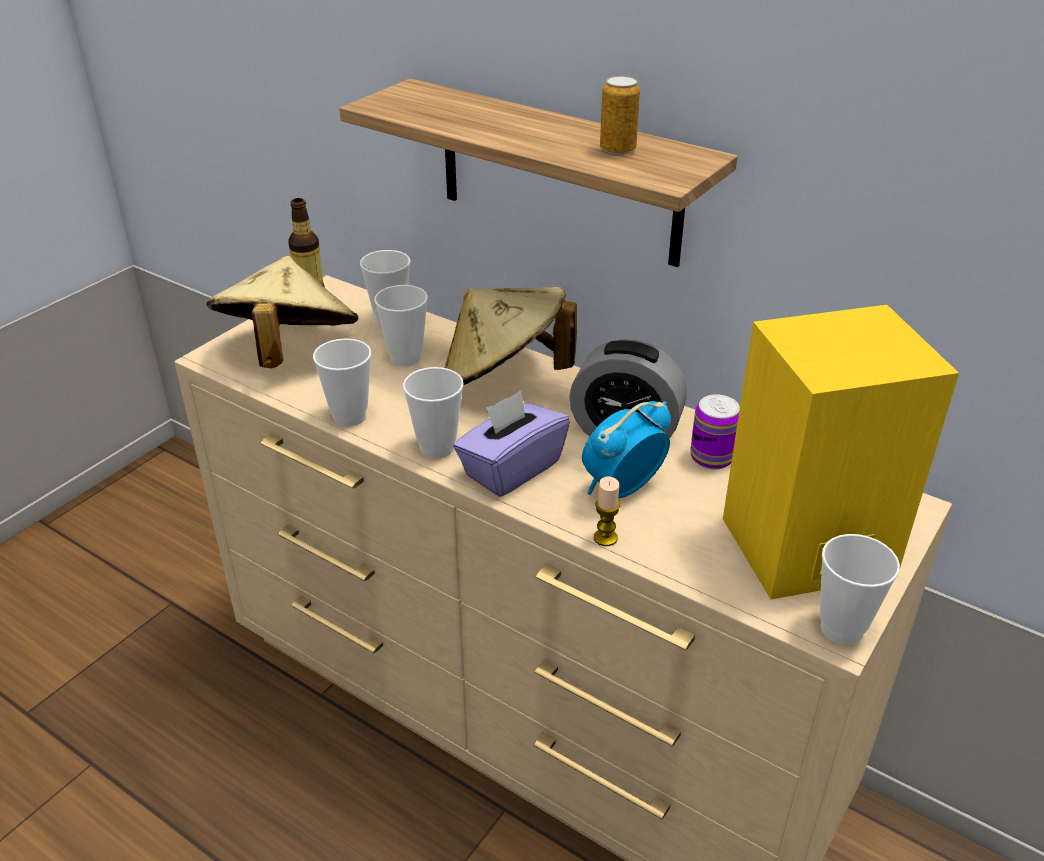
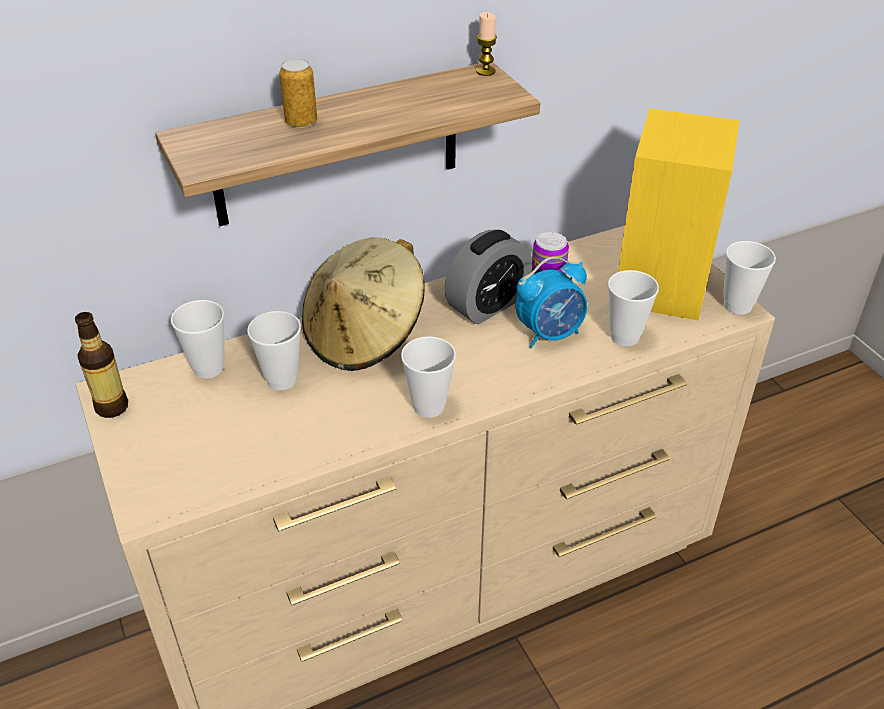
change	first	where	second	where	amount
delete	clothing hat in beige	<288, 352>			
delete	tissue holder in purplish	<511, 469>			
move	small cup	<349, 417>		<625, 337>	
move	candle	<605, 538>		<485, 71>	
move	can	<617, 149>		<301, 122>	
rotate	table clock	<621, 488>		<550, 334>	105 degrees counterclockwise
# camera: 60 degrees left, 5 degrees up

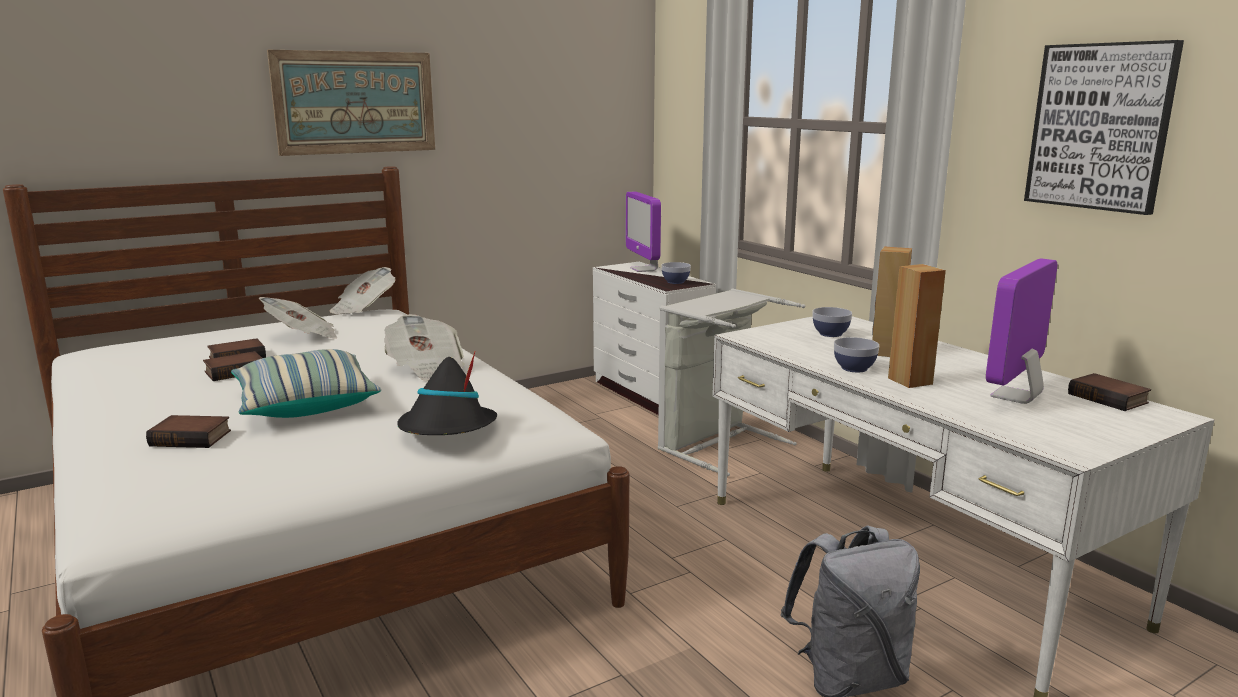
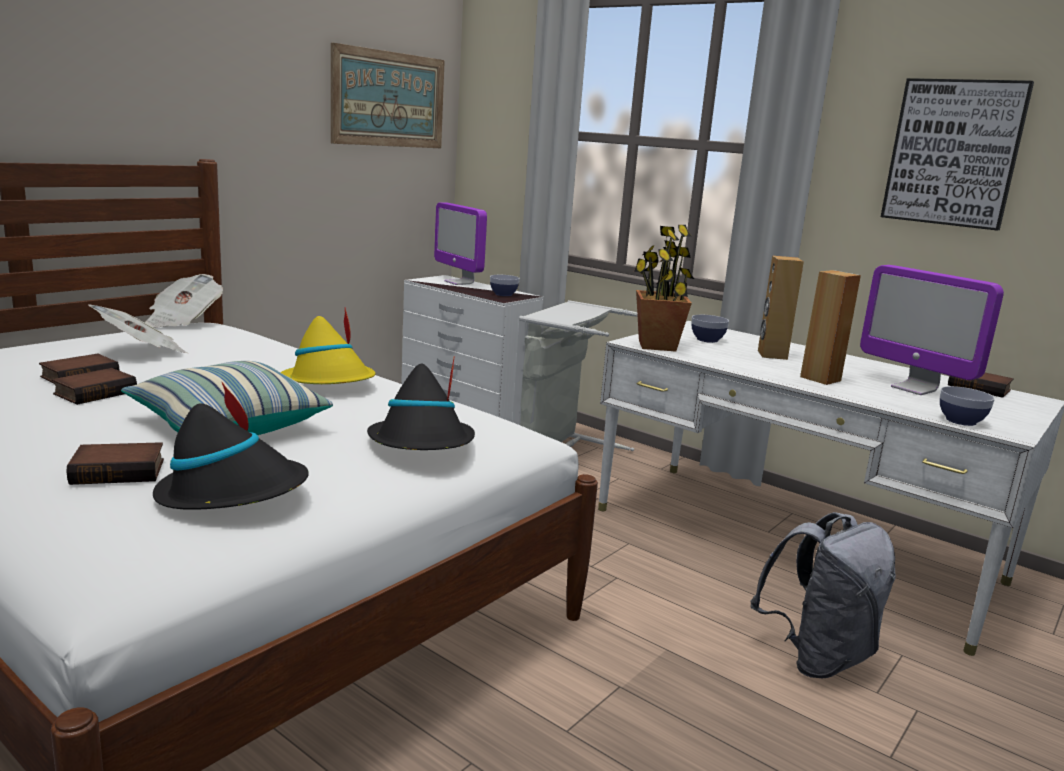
change	first	where	second	where	amount
insert			clothing hat in blackish	<232, 493>	
insert			houseplant	<657, 346>	
move	wall art	<355, 102>		<389, 99>	
move	serving bowl	<854, 368>		<961, 421>	
replace	daily paper	<425, 368>	clothing hat in yellowish	<329, 382>	
rotate	computer screen	<1016, 396>		<914, 389>	60 degrees counterclockwise
# camera: 20 degrees left, 0 degrees up

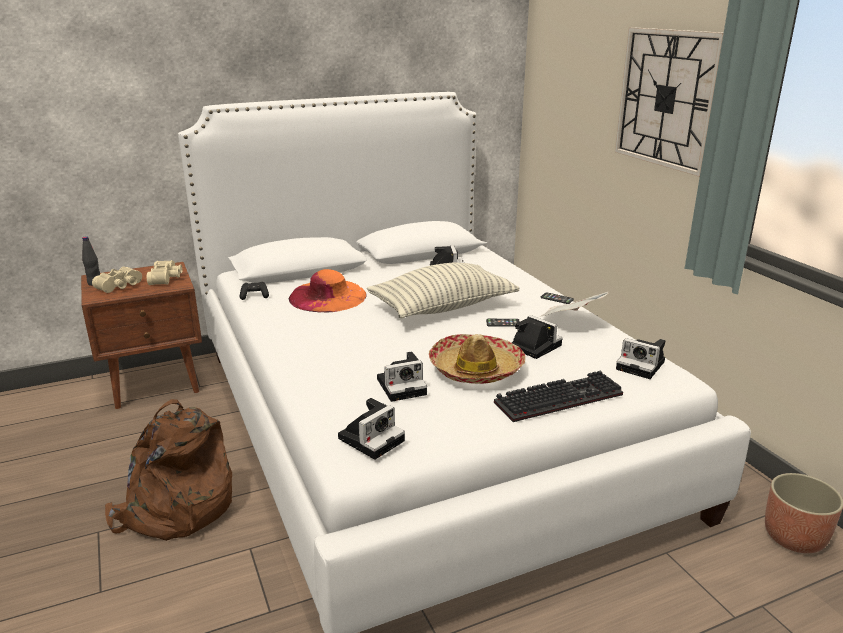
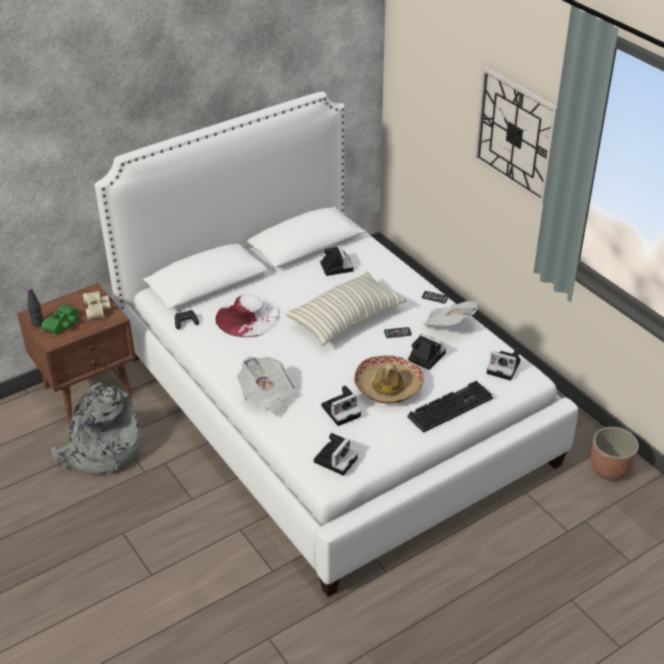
change	first	where	second	where	amount
delete	knapsack in brown	<176, 509>			
insert			knapsack in grey	<101, 452>	
insert			daily paper	<268, 397>	
recolor	field glasses in beige	<121, 286>	field glasses in green	<64, 324>	
recolor	clothing hat in orange	<328, 296>	clothing hat in white-coloured	<248, 316>	
# camera: 10 degrees left, 15 degrees up

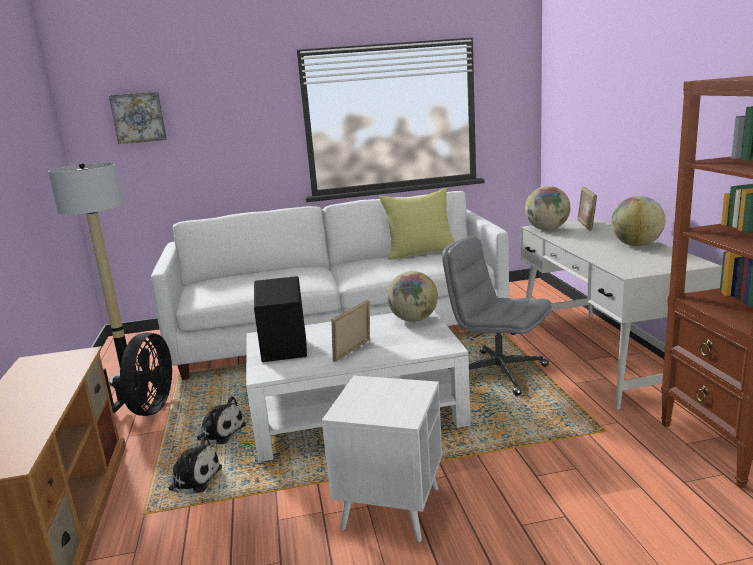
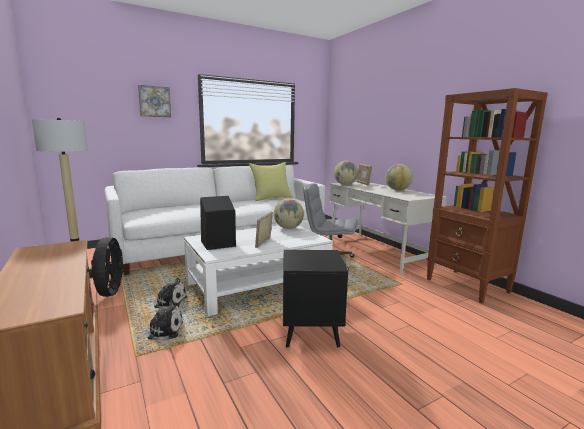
change	first	where	second	where	amount
move	wall art	<138, 117>		<154, 101>	
recolor	end table in white-coloured	<391, 508>	end table in blackish	<310, 332>	
# camera: 20 degrees left, 5 degrees down

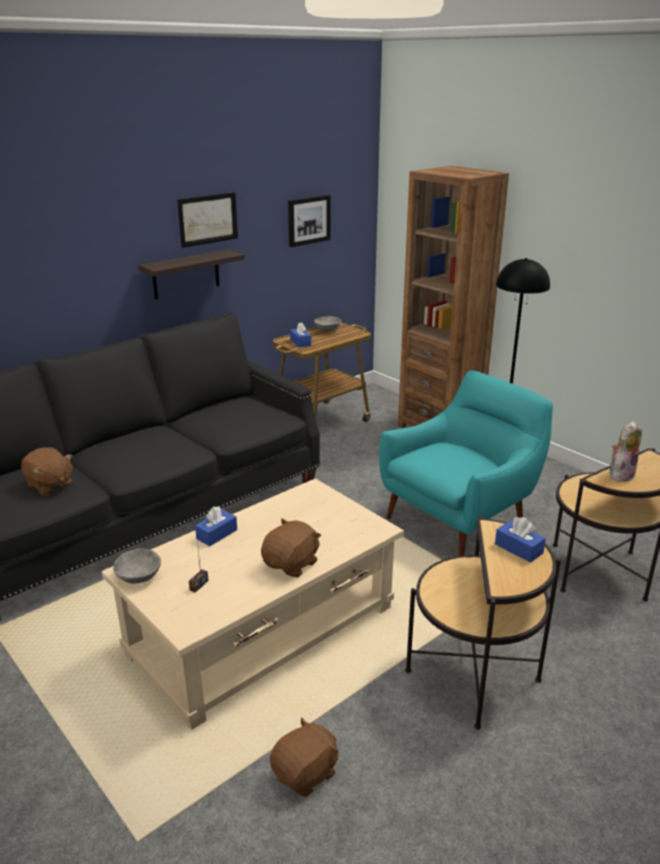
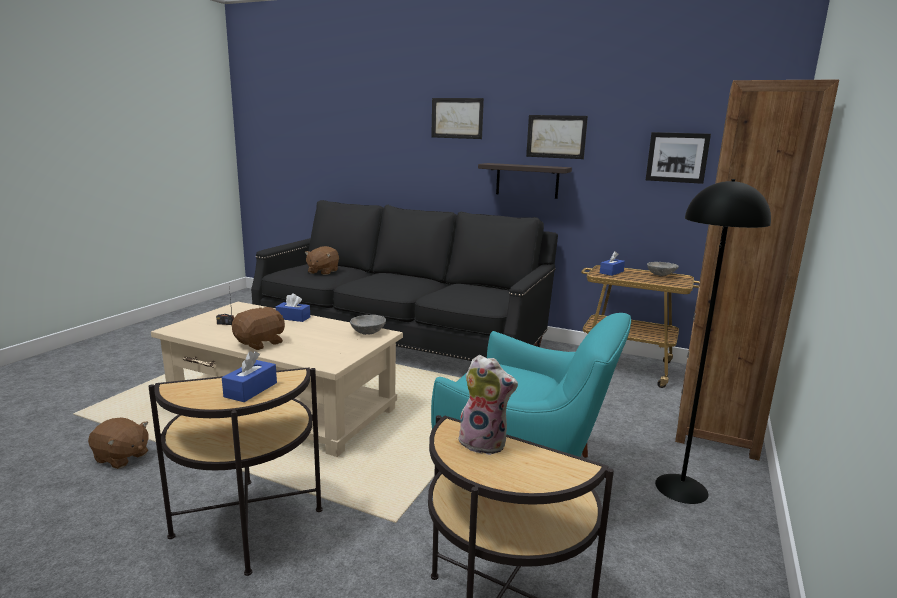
change	first	where	second	where	amount
insert			wall art	<457, 118>	
move	serving bowl in grey	<139, 576>		<368, 332>	
rotate	cuddly toy in brown	<292, 564>		<260, 343>	60 degrees counterclockwise
# camera: 65 degrees right, 10 degrees down

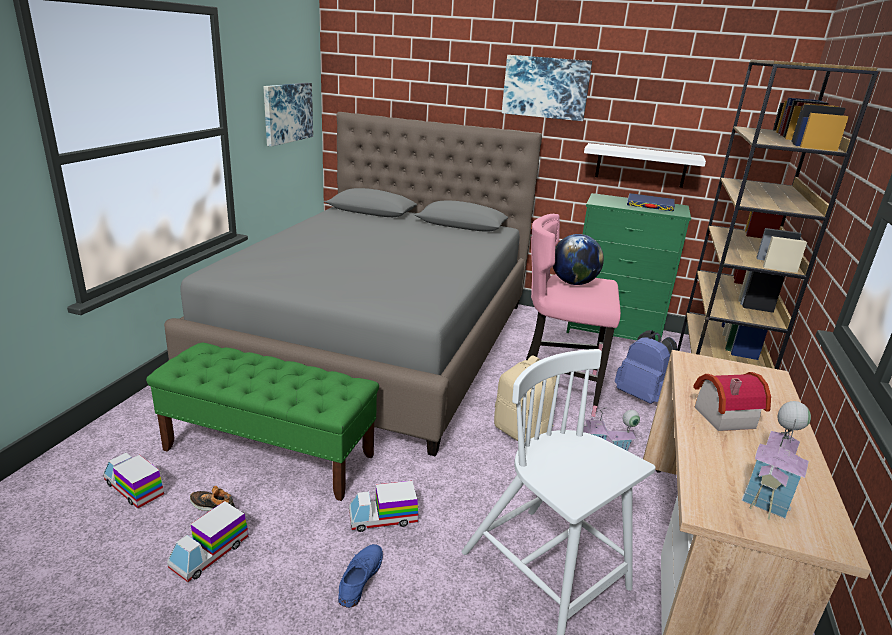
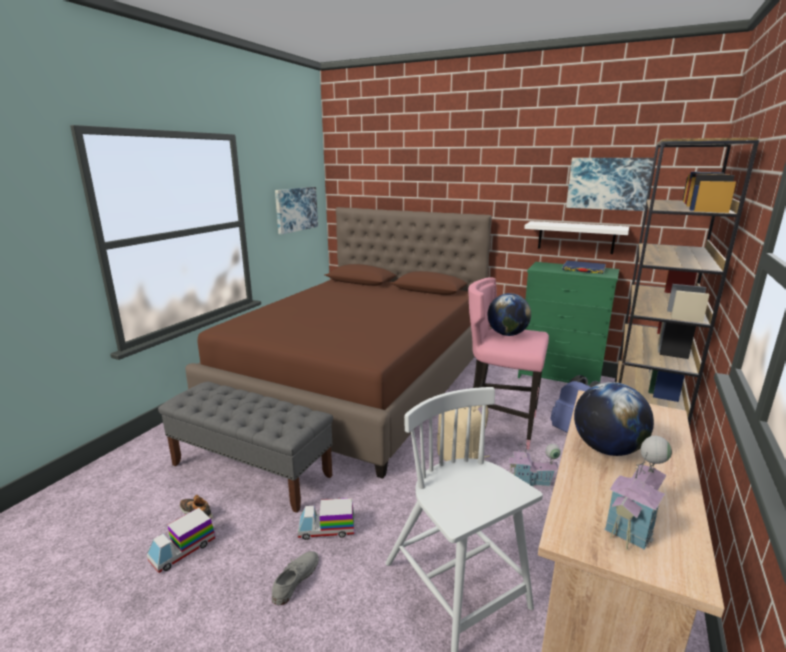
change	first	where	second	where	amount
delete	toy truck	<134, 489>			
move	wall art	<546, 87>		<608, 183>	
replace	model house	<720, 415>	world globe	<607, 449>	
recolor	bench in green	<270, 453>	bench in grey	<251, 470>	
recolor	sleeping bed in grey	<377, 341>	sleeping bed in brown	<358, 383>	
recolor	item of footwear in blue-coloured	<360, 576>	item of footwear in grey	<295, 578>	
# camera: 10 degrees right, 5 degrees down

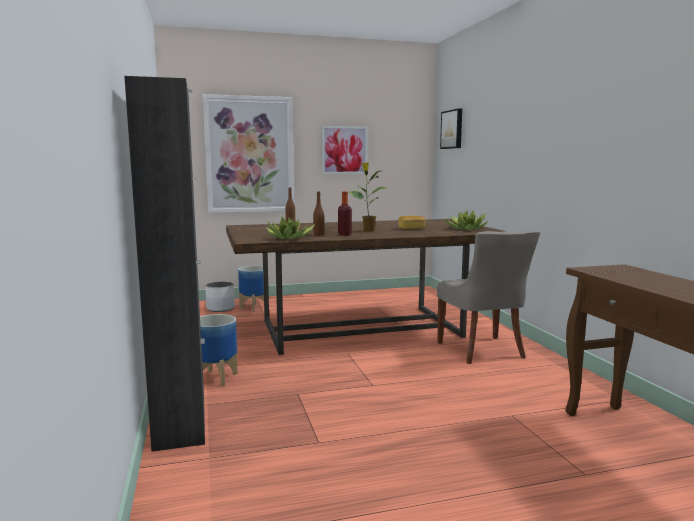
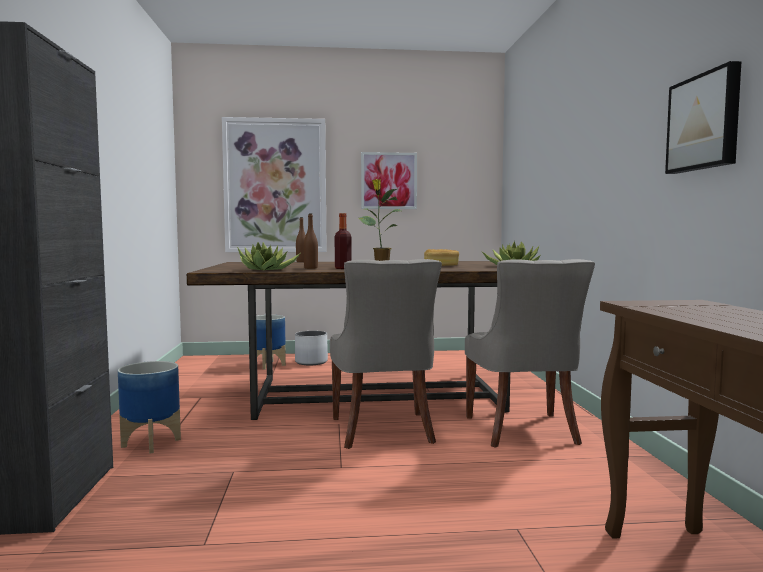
change	first	where	second	where	amount
insert			upright chair in grey	<383, 431>	
move	flower pot in white-coloured	<220, 308>		<311, 362>	
move	wall art	<452, 129>		<705, 122>	
# camera: 10 degrees right, 5 degrees down

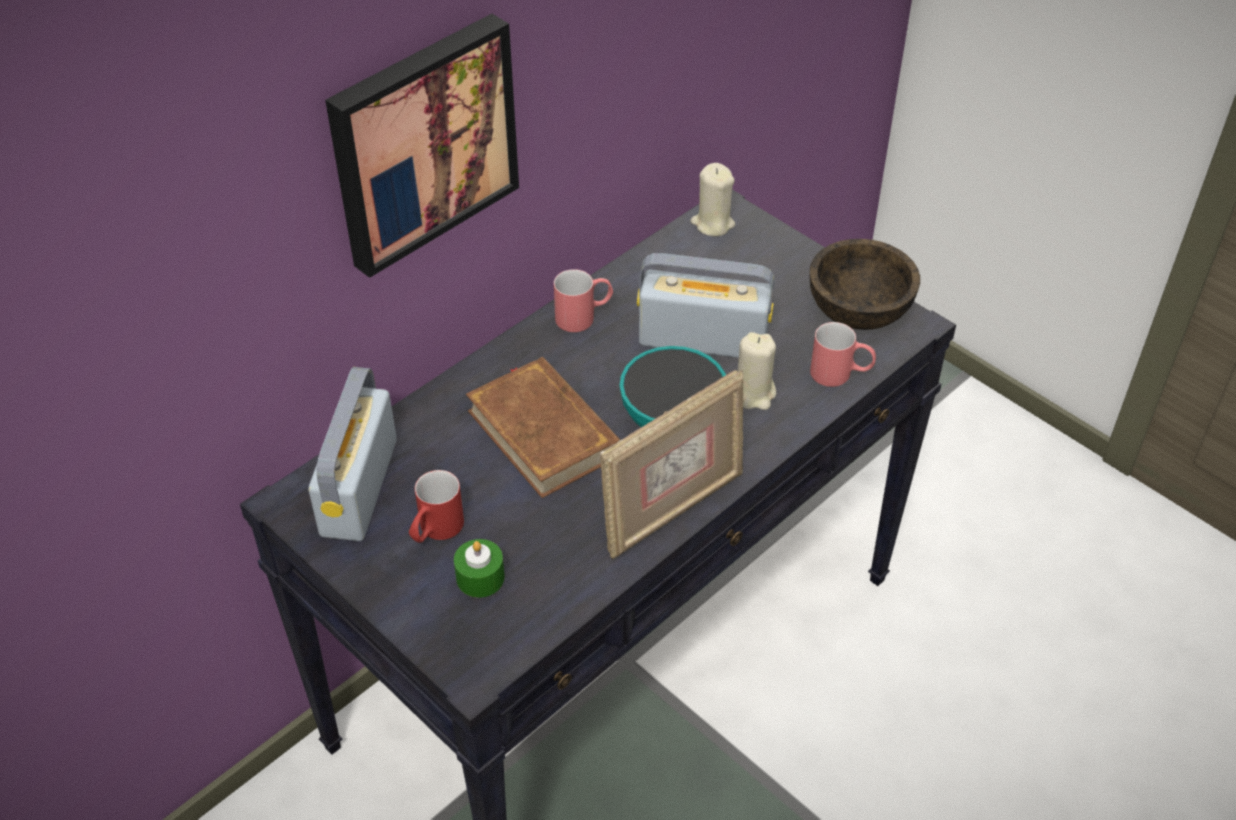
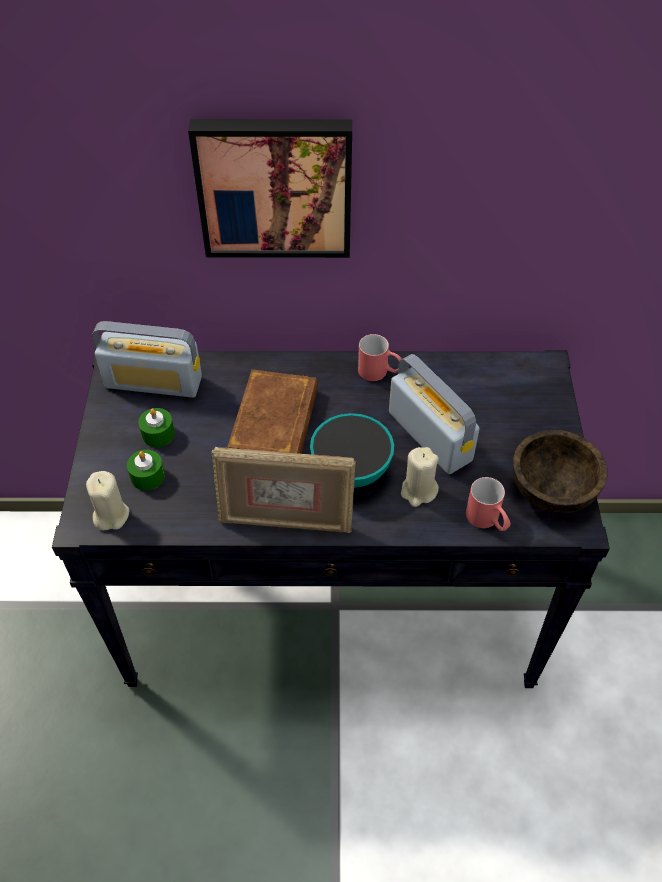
change	first	where	second	where	amount
move	candle in beige	<712, 223>		<111, 515>	
replace	coffee mug in reddish	<435, 531>	candle in green	<158, 434>	
rotate	radio	<359, 487>		<153, 382>	135 degrees counterclockwise
# camera: 45 degrees right, 5 degrees up

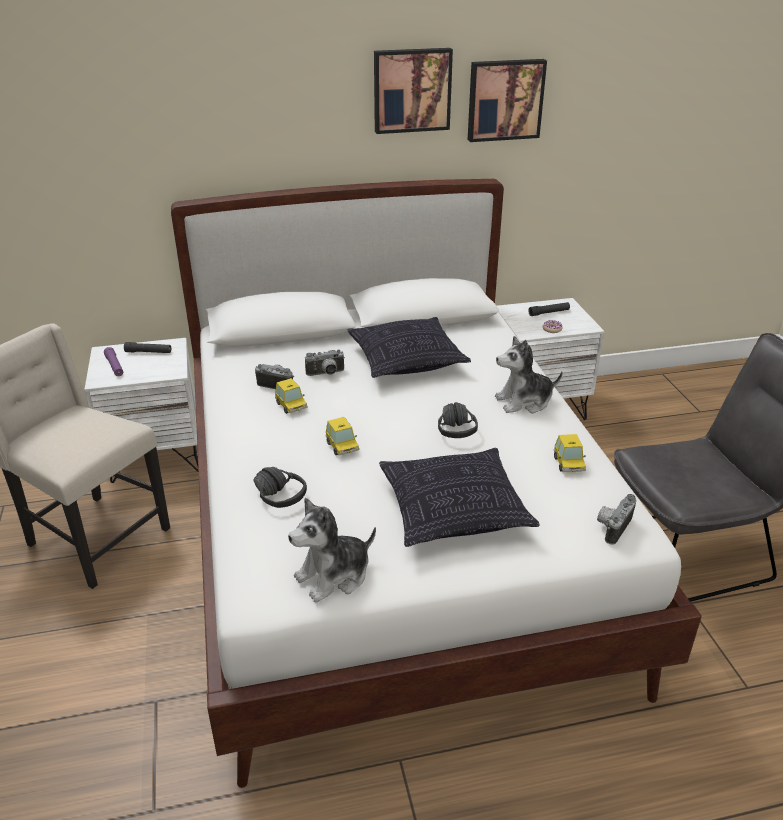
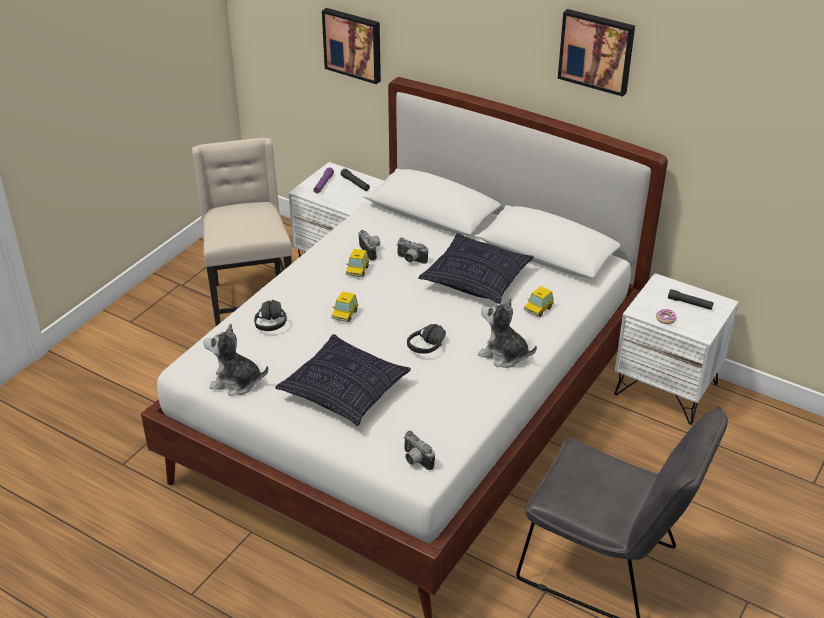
change	first	where	second	where	amount
move	wall art	<504, 100>		<353, 44>	
move	model car	<568, 464>		<538, 309>	
rotate	photo camera	<612, 527>		<415, 460>	120 degrees counterclockwise
# camera: 45 degrees right, 5 degrees up

